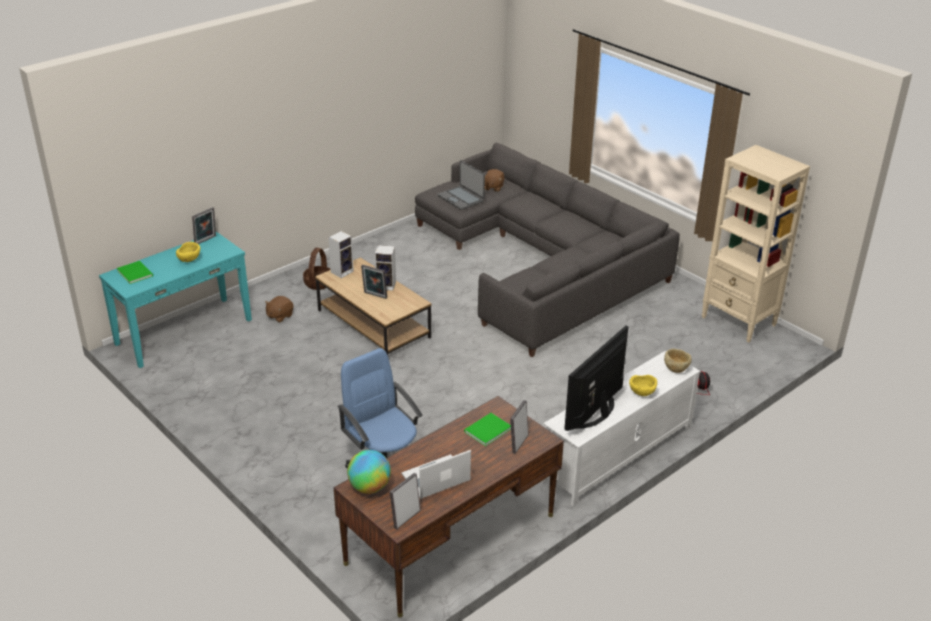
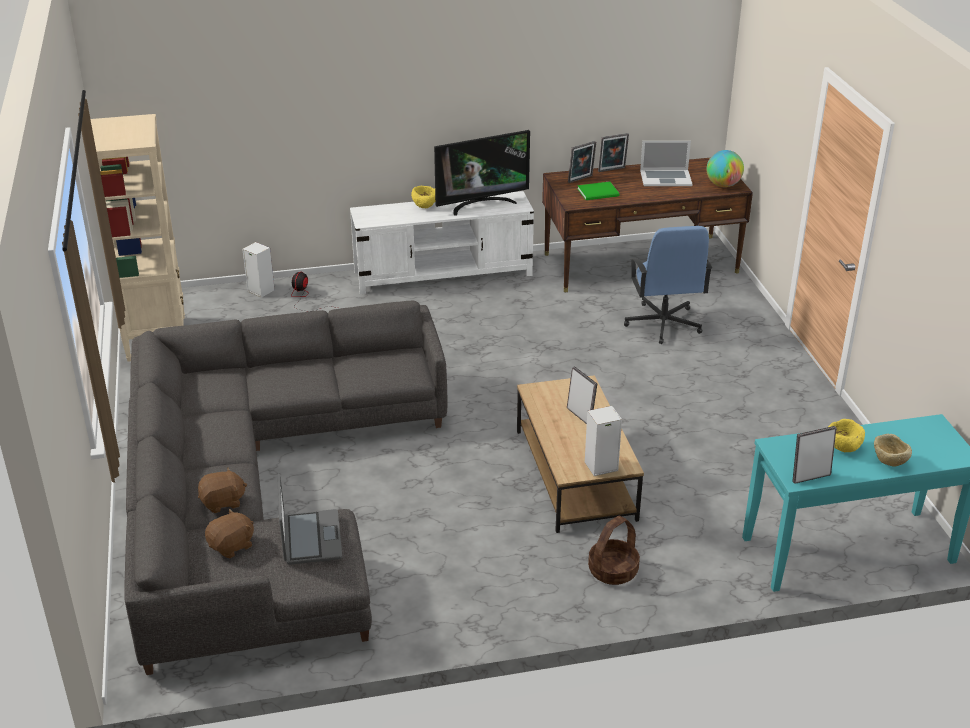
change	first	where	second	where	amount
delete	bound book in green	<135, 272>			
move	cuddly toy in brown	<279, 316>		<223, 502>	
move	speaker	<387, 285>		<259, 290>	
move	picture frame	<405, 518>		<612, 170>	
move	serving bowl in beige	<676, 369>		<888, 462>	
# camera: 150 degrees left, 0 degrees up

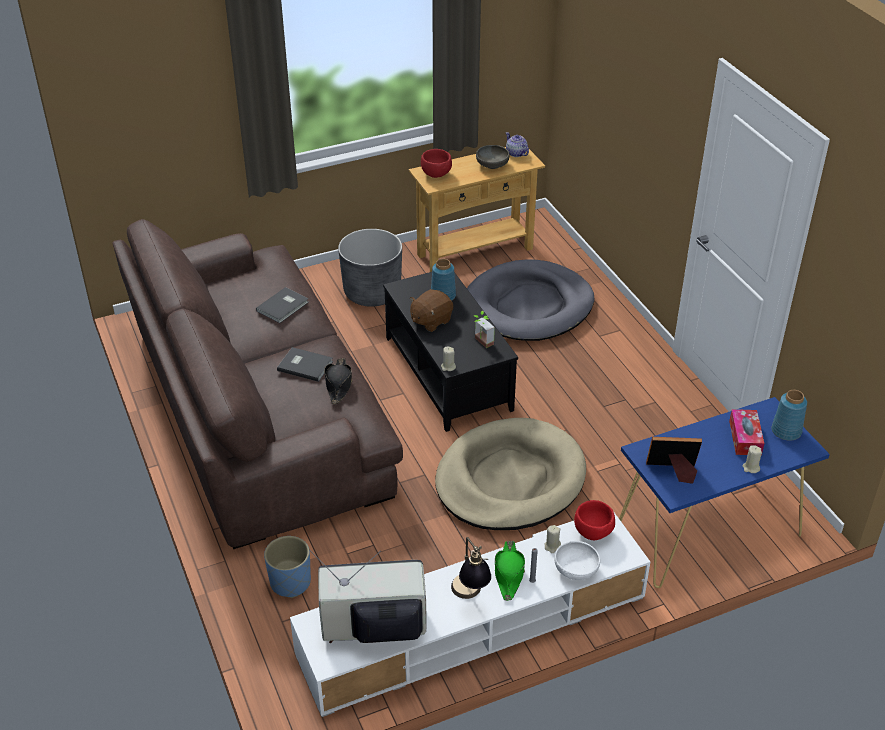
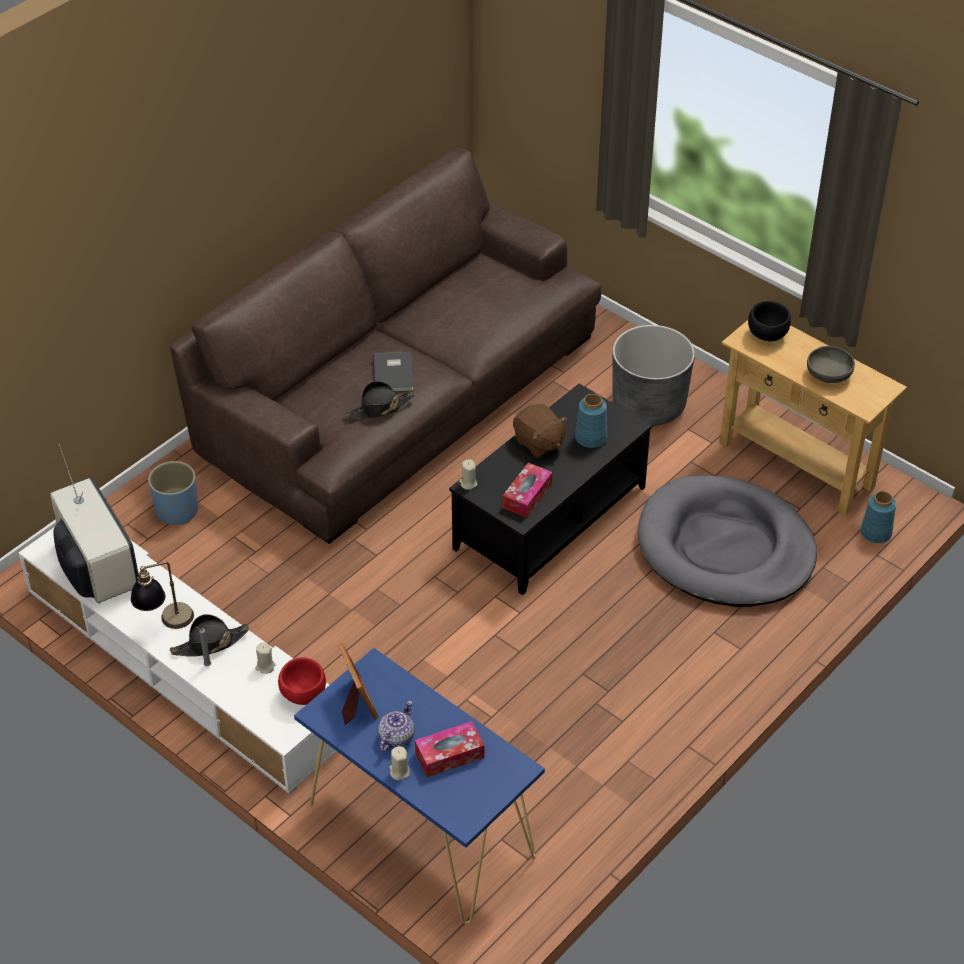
change	first	where	second	where	amount
delete	bound book in grey	<284, 306>			
delete	pet bed in beige	<510, 480>			
delete	serving bowl in white-coloured	<575, 569>			
move	teapot	<516, 153>		<396, 738>	
move	vase in blue-coloured	<786, 431>		<876, 533>	
replace	houseplant	<481, 343>	tissue holder	<527, 496>	
recolor	serving bowl in reddish	<436, 174>	serving bowl in blackish	<766, 335>	
recolor	clothing hat in green	<508, 574>	clothing hat in blackish	<210, 643>	
rotate	cuddly toy in brown	<430, 321>		<539, 443>	150 degrees counterclockwise
# camera: 65 degrees right, 5 degrees up

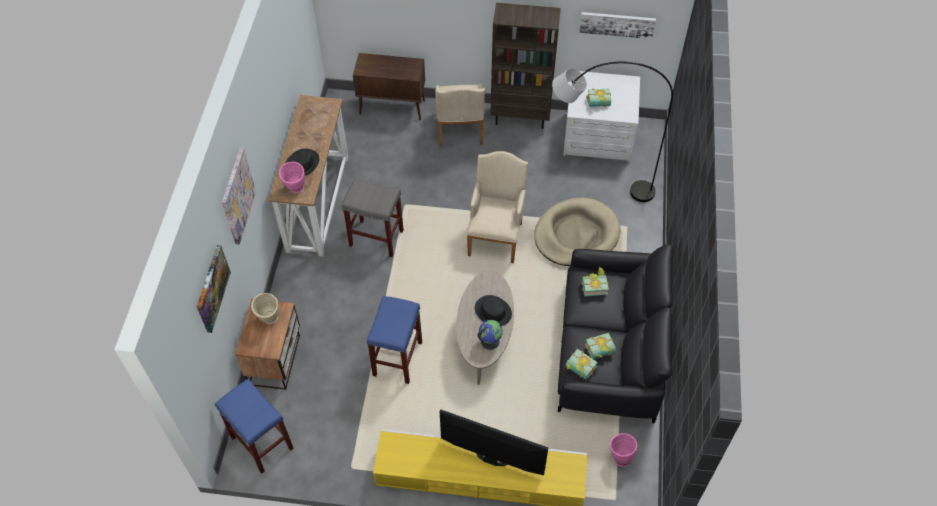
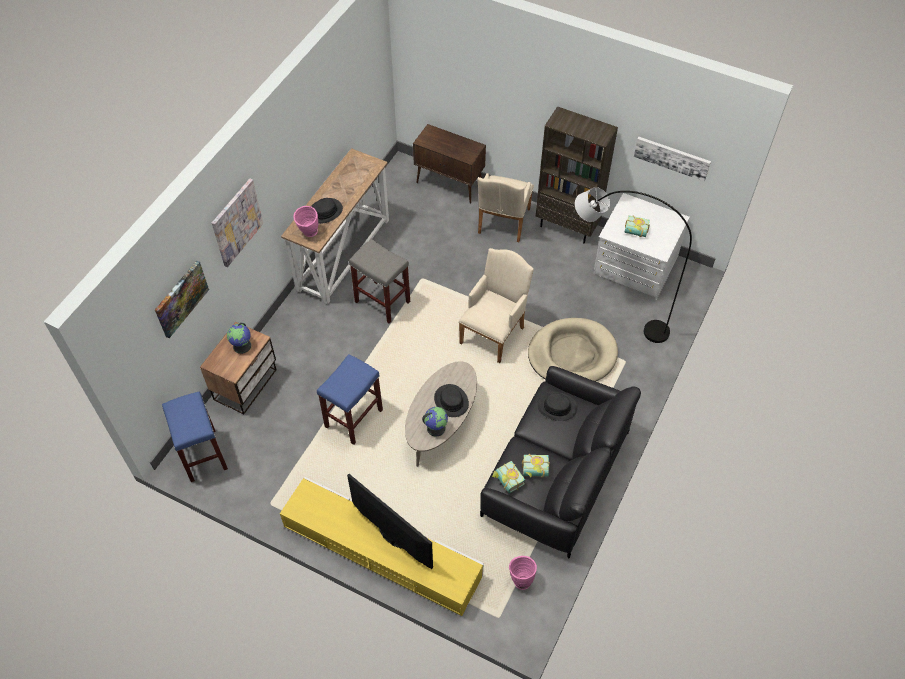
change	first	where	second	where	amount
replace	vase in beige	<270, 320>	world globe	<242, 346>	
replace	bound book	<594, 286>	clothing hat in blackish	<557, 407>	
# camera: 20 degrees right, 0 degrees up

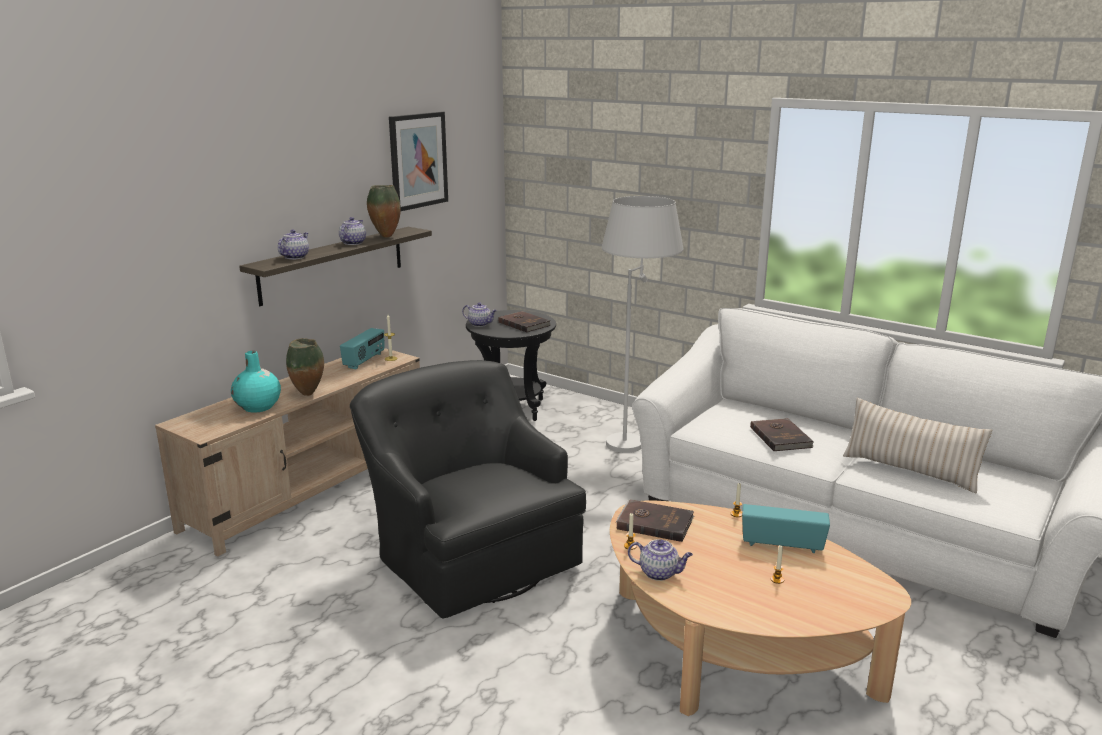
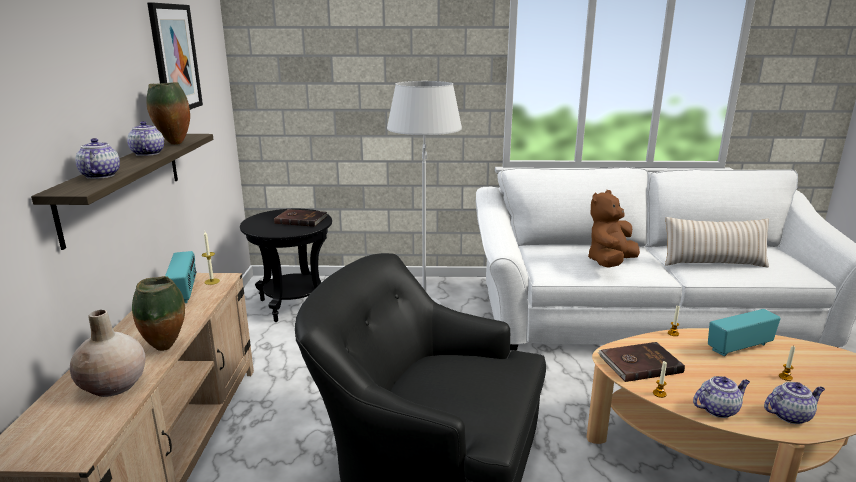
change	first	where	second	where	amount
move	teapot	<480, 324>		<790, 415>	
replace	bound book in brown	<781, 437>	cuddly toy in brown	<610, 263>	
recolor	vase in blue-green	<258, 407>	vase in beige	<114, 385>	
# camera: 35 degrees left, 0 degrees up

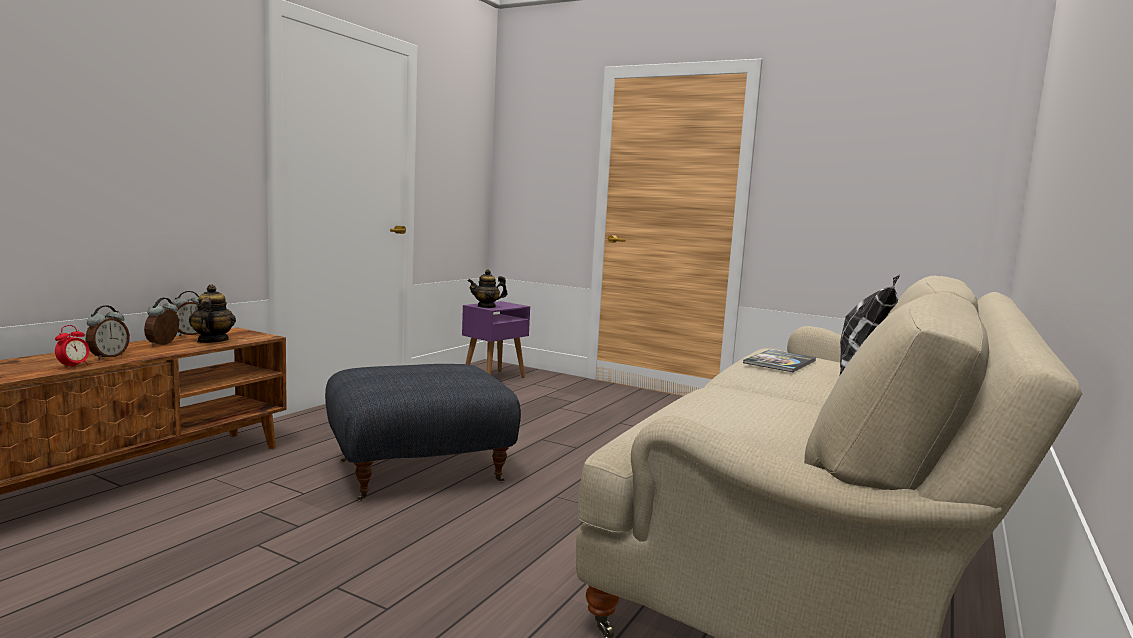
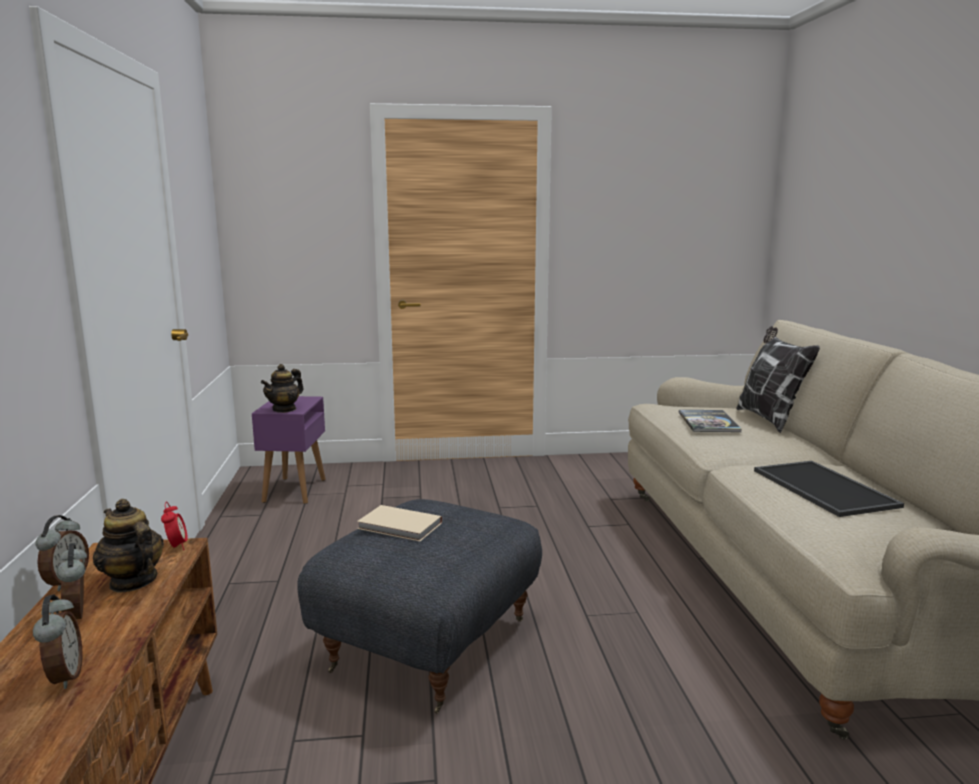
change	first	where	second	where	amount
insert			bound book in beige	<400, 526>	
insert			tray	<821, 488>	
move	table clock	<73, 366>		<177, 546>	
# camera: 35 degrees left, 5 degrees up

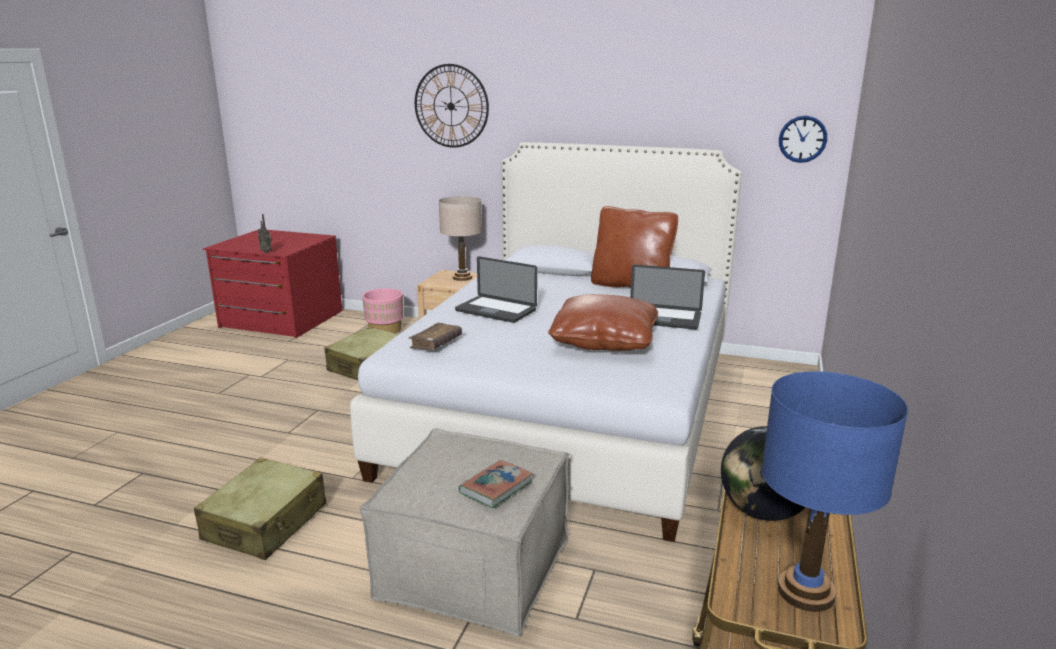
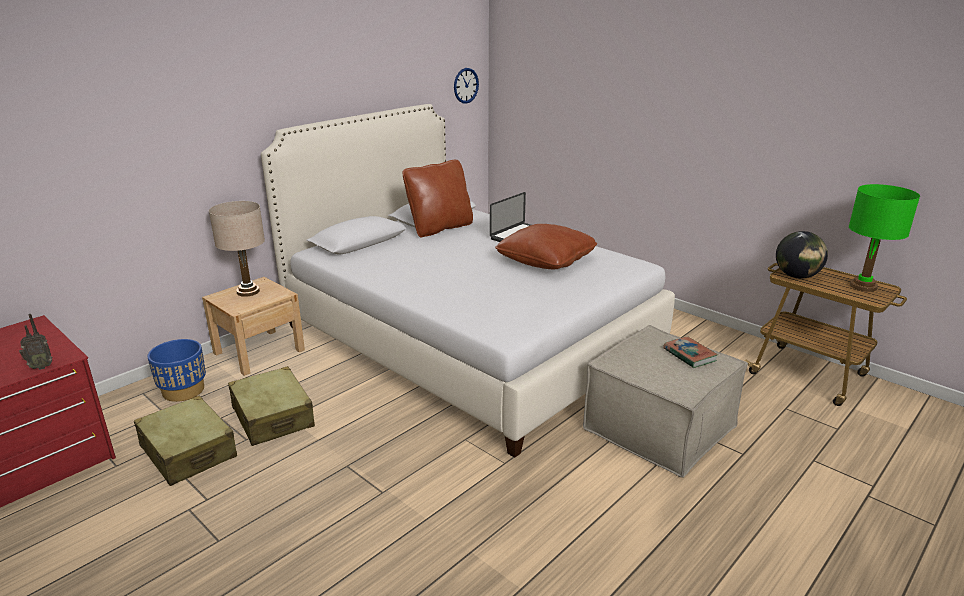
change	first	where	second	where	amount
delete	bound book in brown	<436, 343>			
delete	hanging clock	<451, 106>			
delete	laptop	<495, 310>			
move	suitcase in beige	<266, 522>		<188, 452>	
recolor	flower pot in pink-coloured	<385, 329>	flower pot in blue-coloured	<183, 391>	
recolor	table lamp in blue-coloured	<806, 592>	table lamp in green	<863, 286>	
# camera: 65 degrees left, 5 degrees up

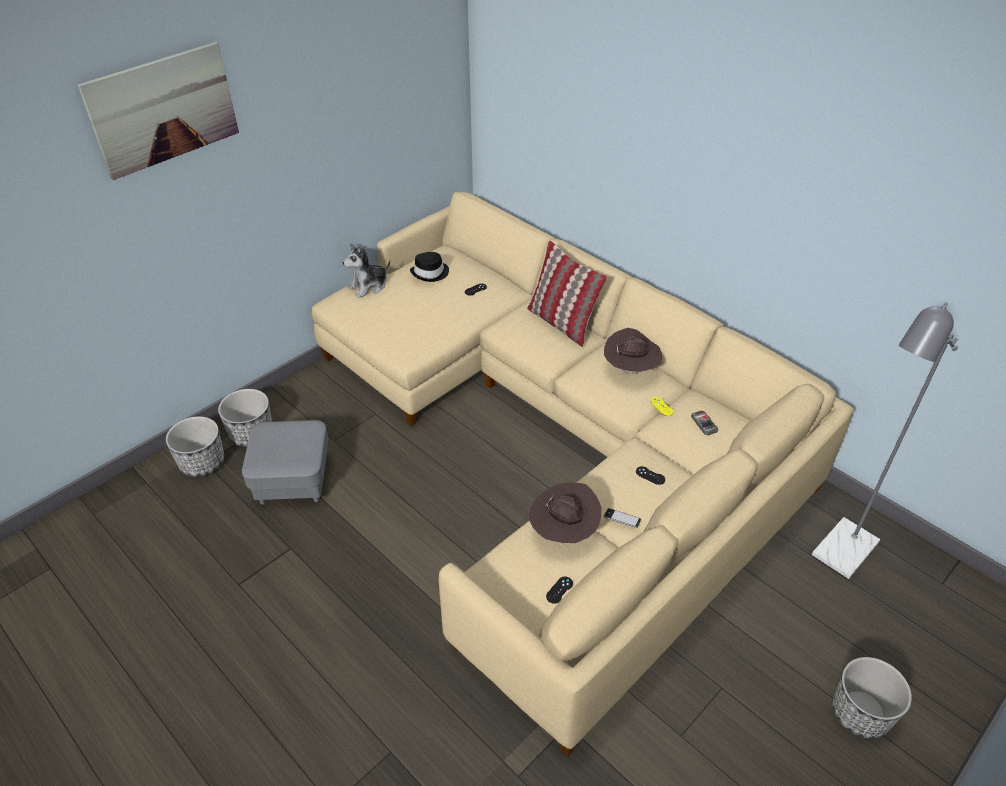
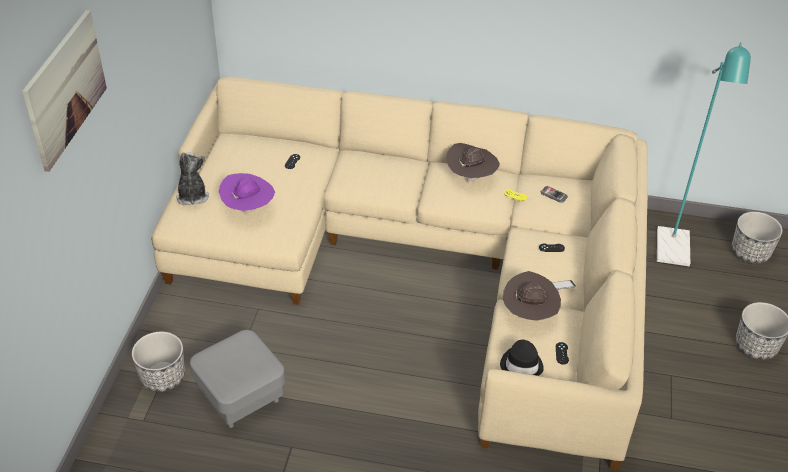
change	first	where	second	where	amount
delete	pillow	<561, 323>			
insert			clothing hat in purplish	<248, 208>	
move	flower pot	<203, 463>		<750, 252>	
move	clothing hat in blackish	<430, 273>		<522, 364>	
recolor	standard lamp in grey	<839, 556>	standard lamp in blue-green	<673, 254>	
rotate	cuddly toy	<368, 286>		<192, 196>	150 degrees clockwise
# camera: 35 degrees left, 0 degrees up

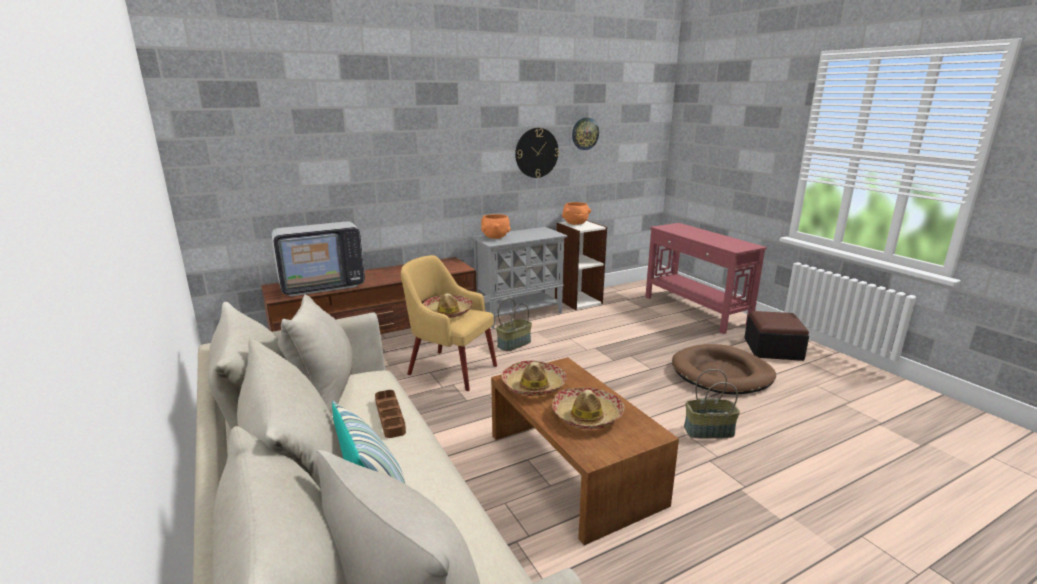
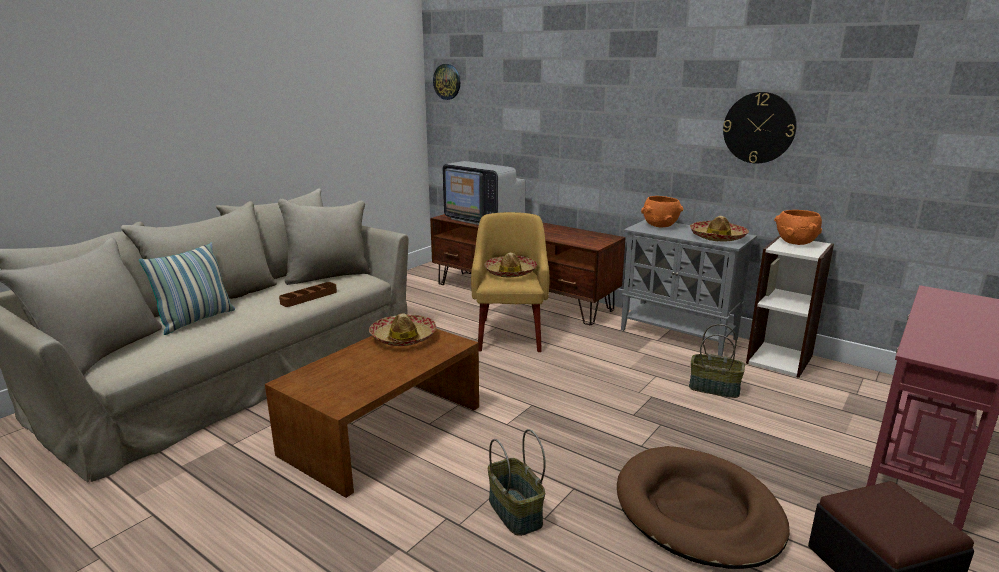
change	first	where	second	where	amount
move	household basket	<514, 344>		<714, 388>	
move	clothing hat	<587, 415>		<717, 237>	
move	hanging clock	<585, 133>		<447, 81>	
# camera: 65 degrees right, 0 degrees up

